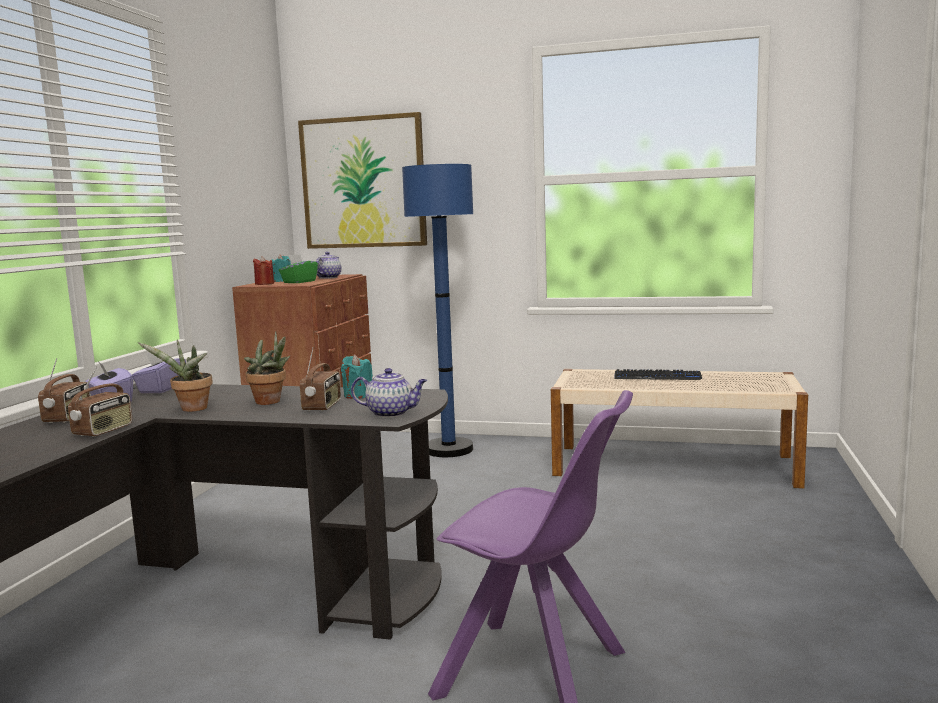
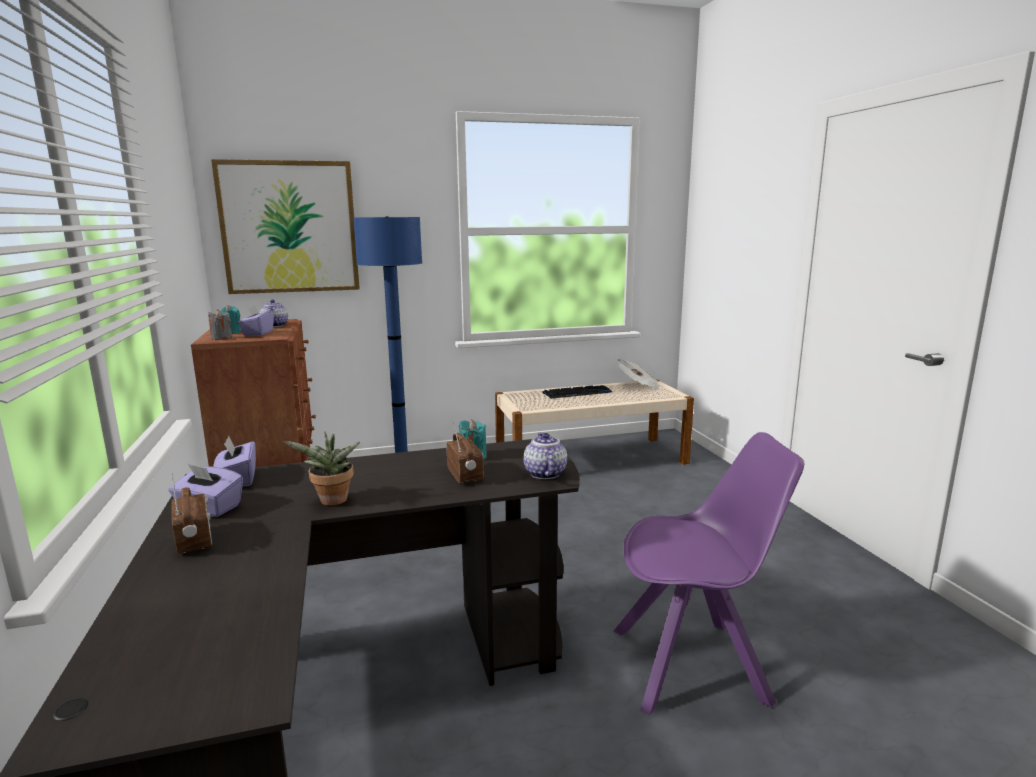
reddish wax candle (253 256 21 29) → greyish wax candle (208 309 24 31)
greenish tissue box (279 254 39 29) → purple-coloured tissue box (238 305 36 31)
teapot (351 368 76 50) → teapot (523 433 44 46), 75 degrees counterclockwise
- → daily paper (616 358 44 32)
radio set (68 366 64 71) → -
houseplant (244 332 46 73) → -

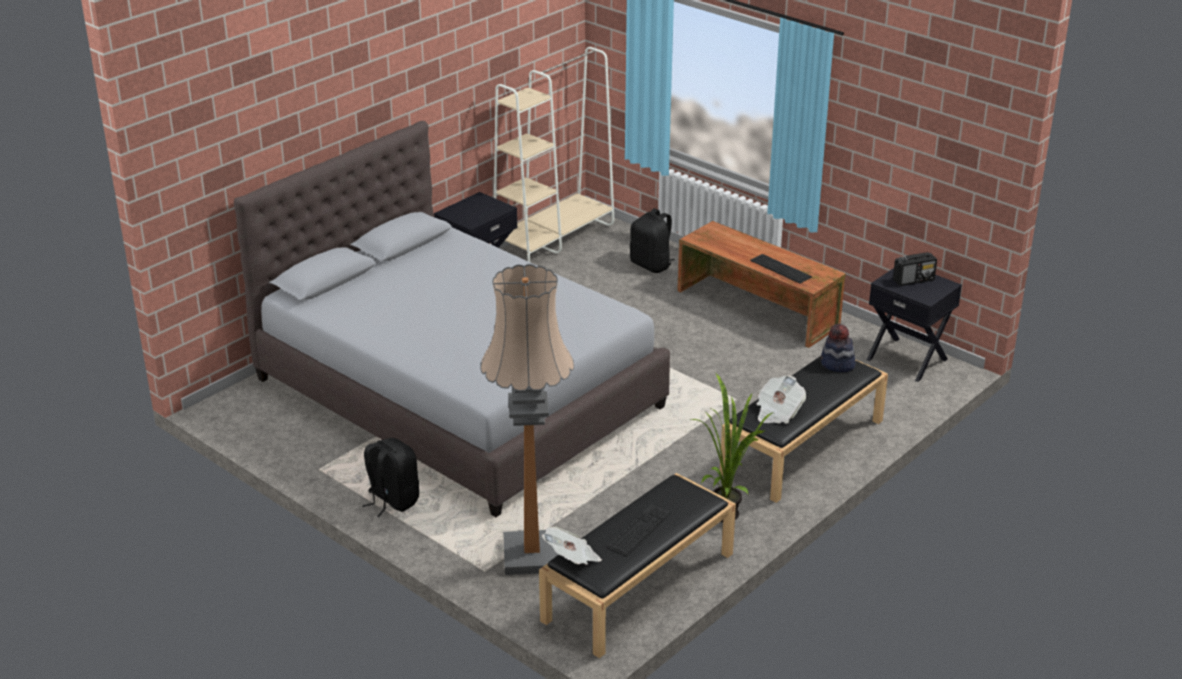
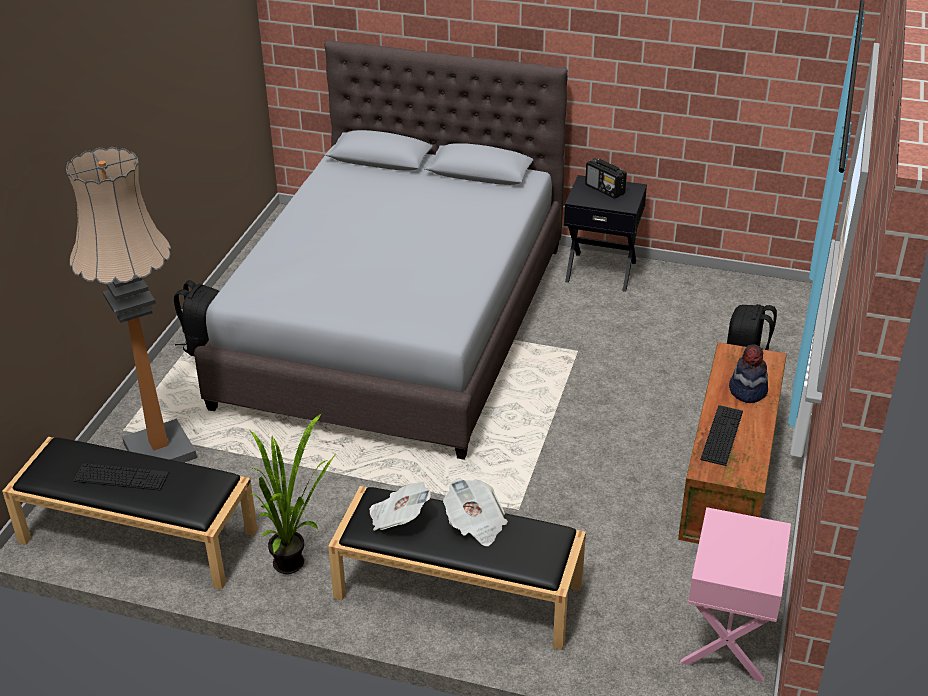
daily paper (542 526 60 39) → daily paper (443 478 65 68), moved
radio set (893 252 44 34) → radio set (585 158 42 41), moved
black nightstand (867 268 95 114) → pink-coloured nightstand (680 507 111 175)
wearable hat (821 324 34 48) → wearable hat (729 345 39 58), moved
beige garment rack (494 47 120 215) → -

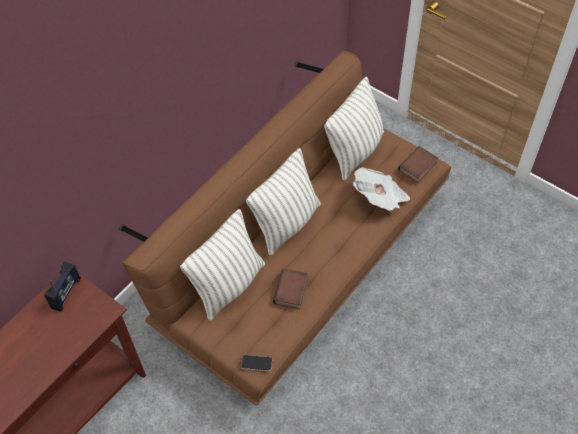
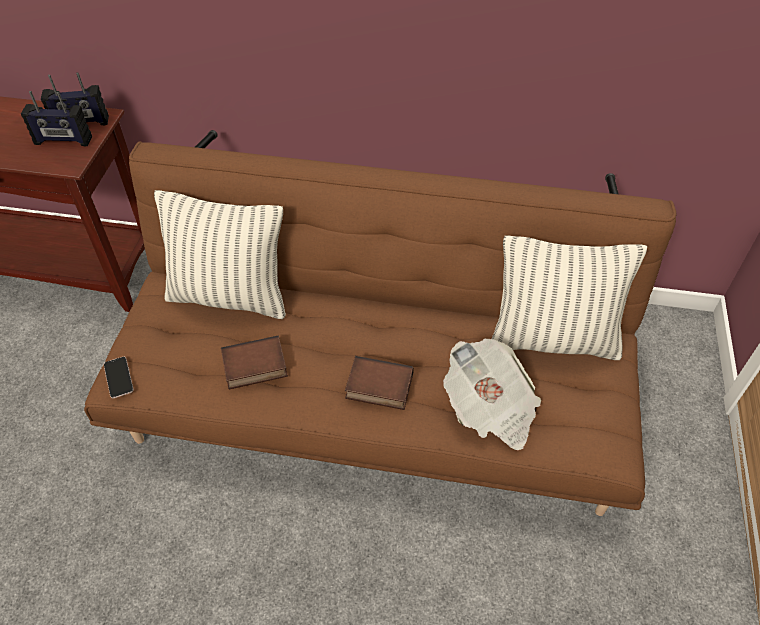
- → radio set (21 91 71 55)
bound book (398 146 40 37) → bound book (345 356 69 54), moved
cushion (246 149 75 107) → -

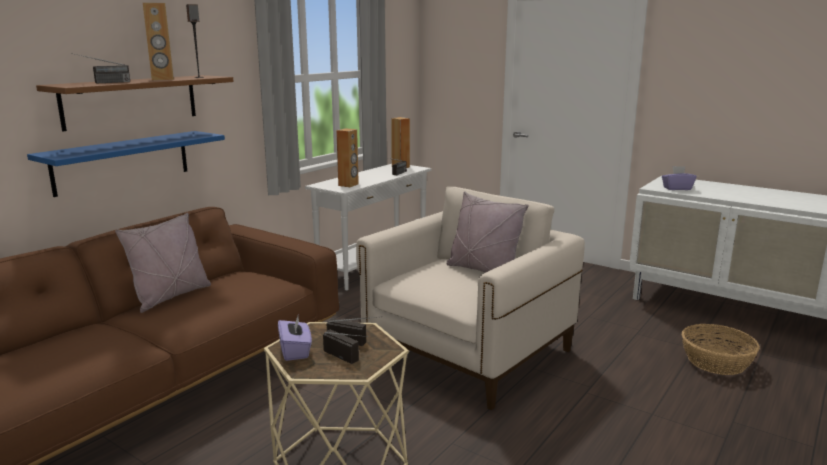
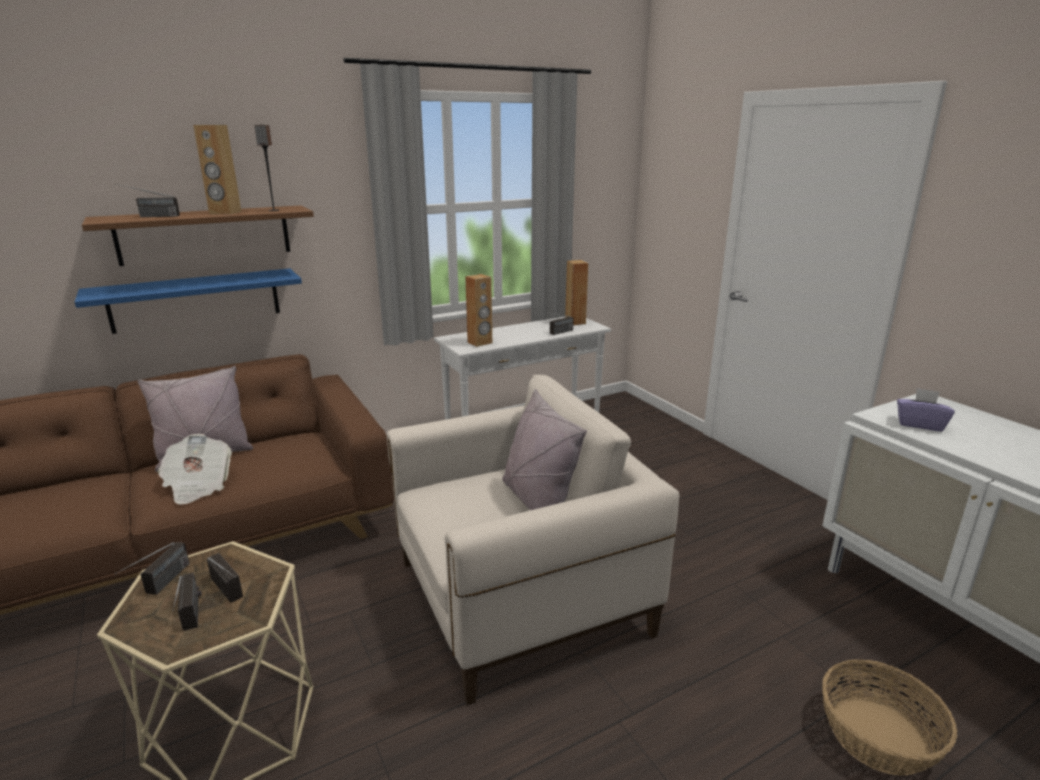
purple-coloured tissue box (278 313 34 48) → radio set (115 542 74 53)
- → daily paper (158 434 74 71)

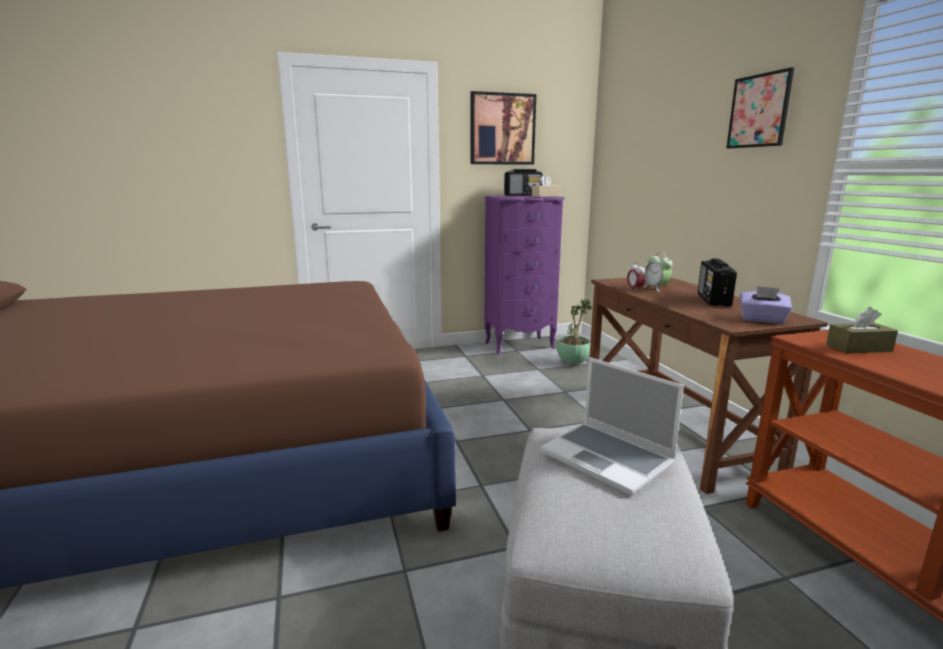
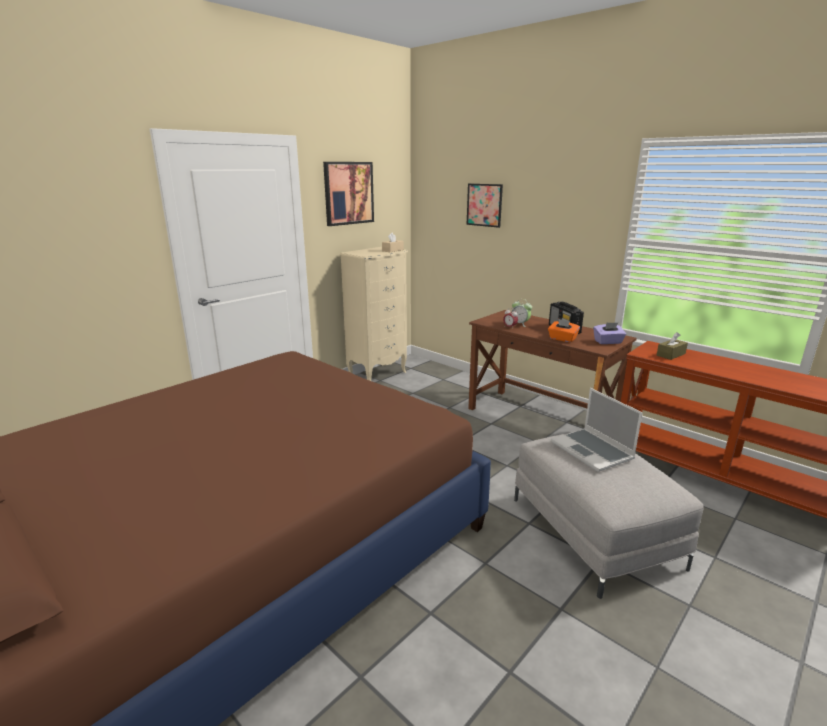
purple-coloured dresser (484 196 81 159) → beige dresser (339 247 69 134)
picture (727 67 67 82) → picture (467 184 36 44), moved
- → orange tissue box (548 319 32 24)
notebook computer (540 357 144 138) → notebook computer (551 388 92 84), 45 degrees clockwise
radio set (504 169 38 27) → -
houseplant (557 299 35 65) → -

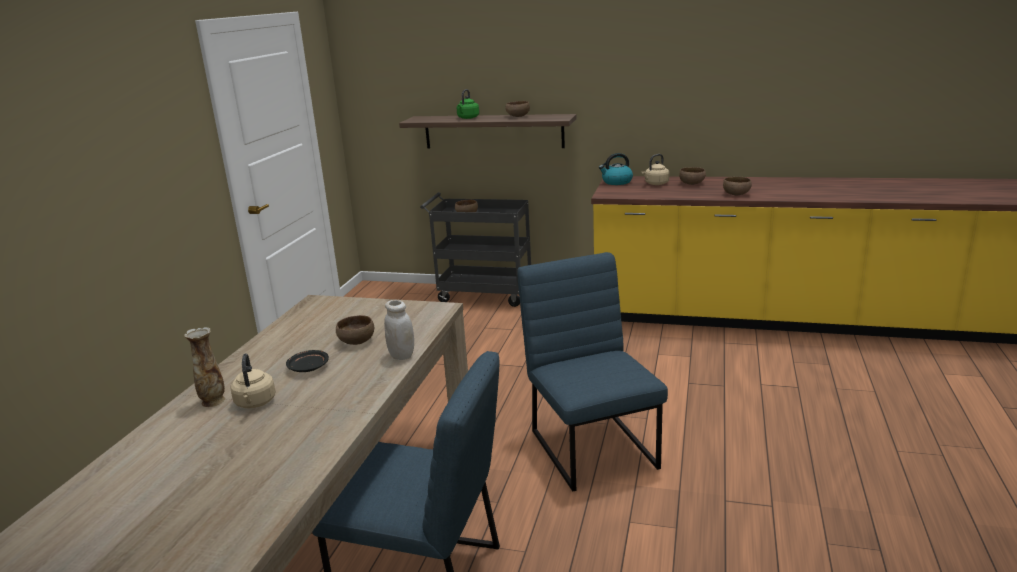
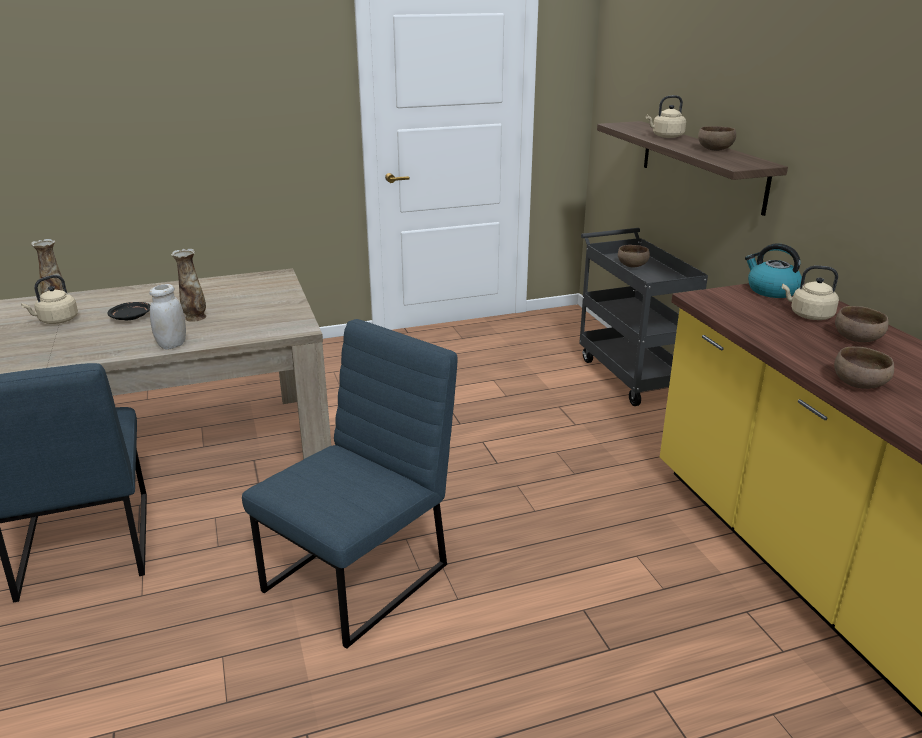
brown-coloured deep dish (336 315 38 30) → vase (171 249 35 73)
greenish water kettle (457 89 22 30) → beige water kettle (646 95 40 43)

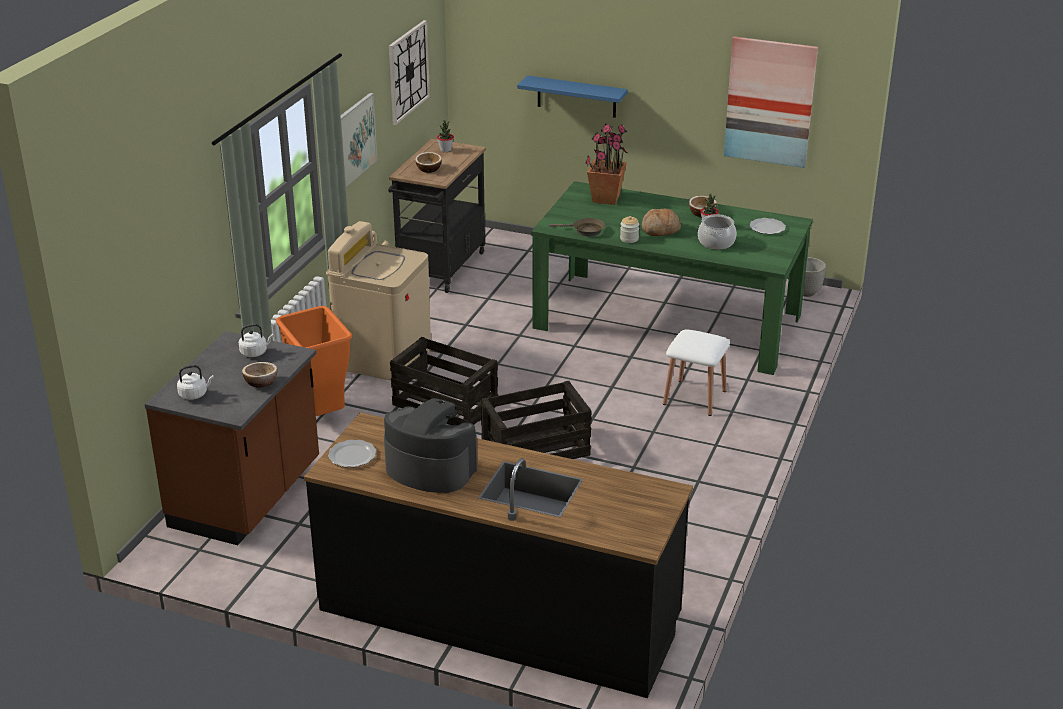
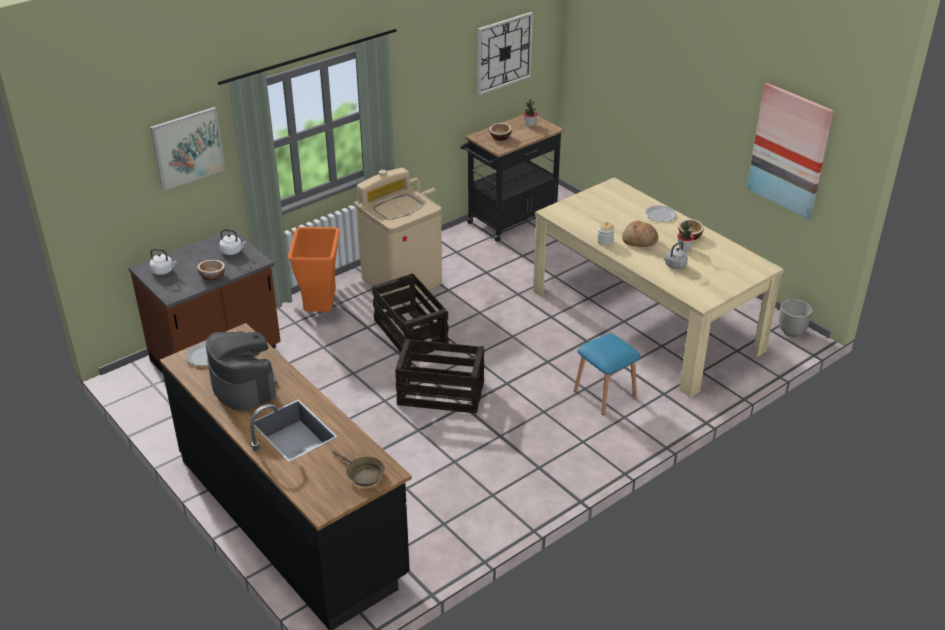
picture (340 93 37 94) → picture (150 107 75 84), moved
brown-coloured pan (549 218 56 18) → brown-coloured pan (333 450 52 36), moved
greenish dining table (531 181 282 194) → beige dining table (533 177 251 220)
white stool (663 330 67 86) → blue-coloured stool (574 334 67 81)
dinner plate (749 218 37 16) → dinner plate (645 205 32 17), moved
cooking pot (698 214 39 35) → greyish water kettle (664 242 24 27)
blue-coloured bracket shelf (517 75 111 43) → -
houseplant (586 123 41 82) → -

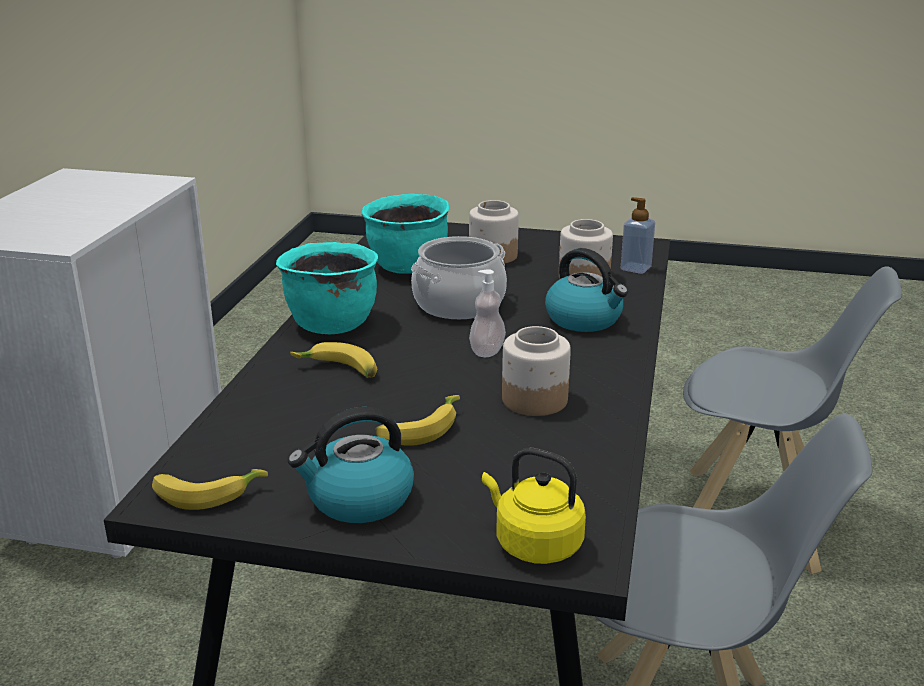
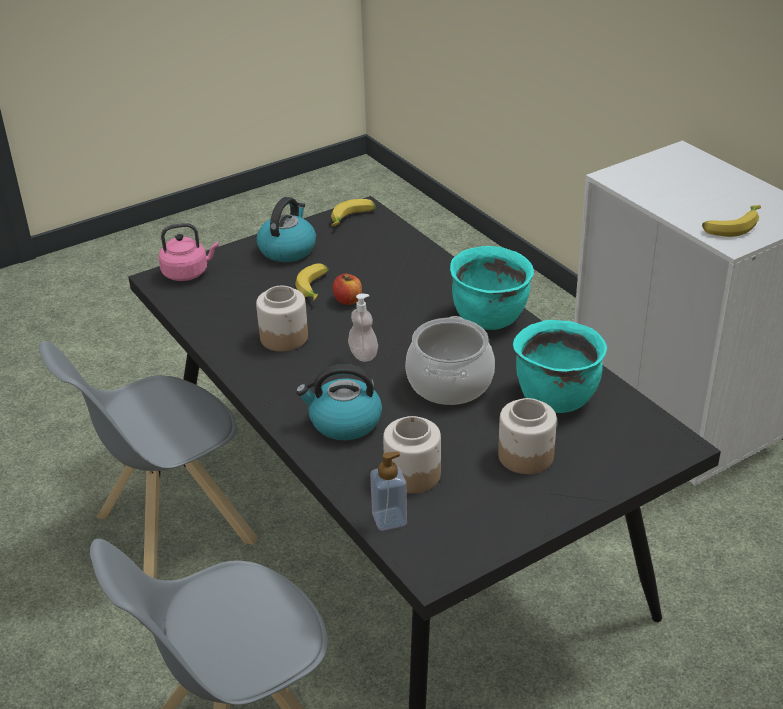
yellow water kettle (482 447 104 117) → pink-coloured water kettle (159 223 60 58)
- → whole apple (333 274 29 31)
banana fruit (290 342 87 36) → banana fruit (702 205 59 32), moved

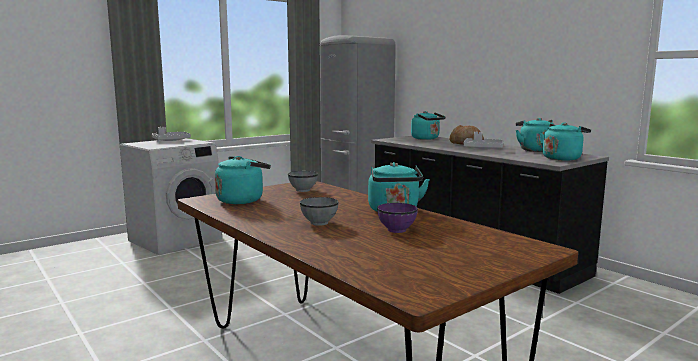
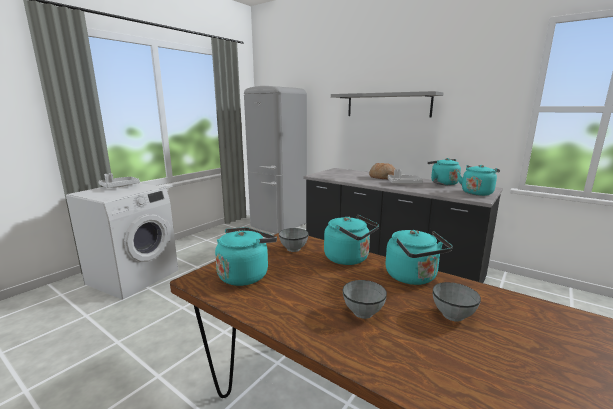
turquoise-coloured water kettle (411 111 35 29) → turquoise-coloured water kettle (324 215 55 50), moved
- → greyish bracket shelf (331 91 113 27)
purple-coloured deep dish (377 203 41 30) → greyish deep dish (433 282 48 40)

